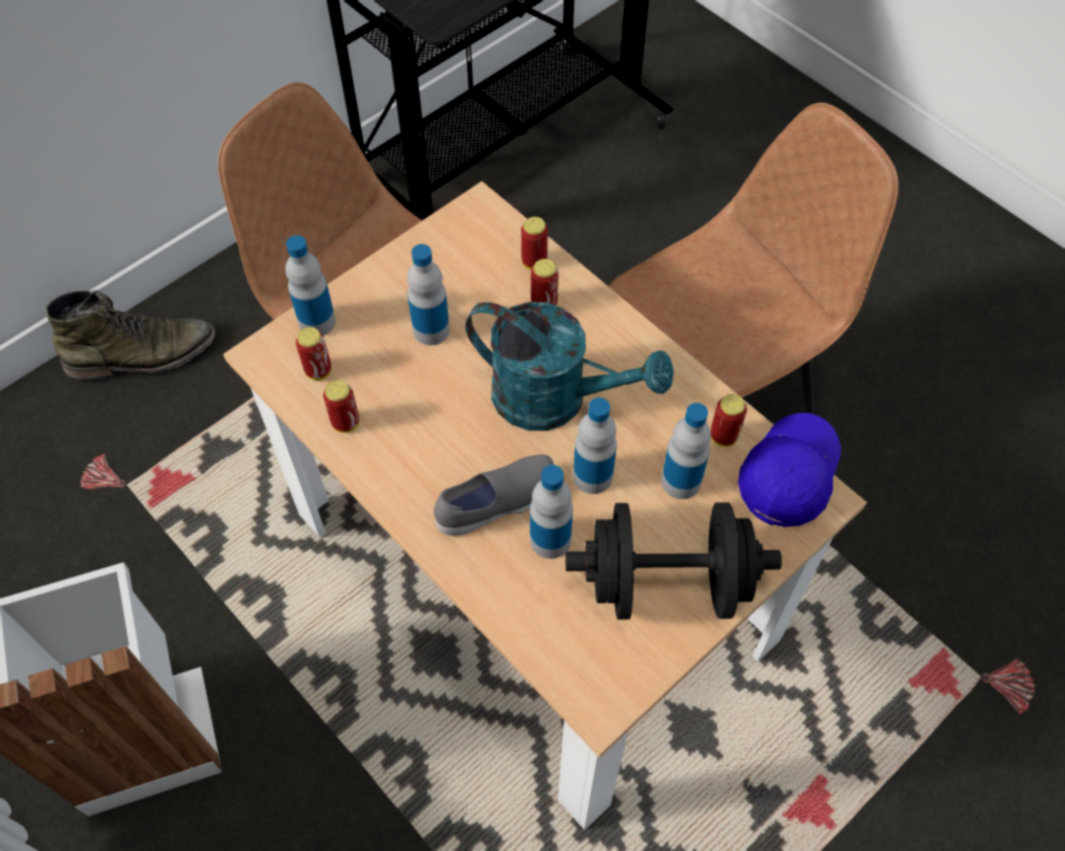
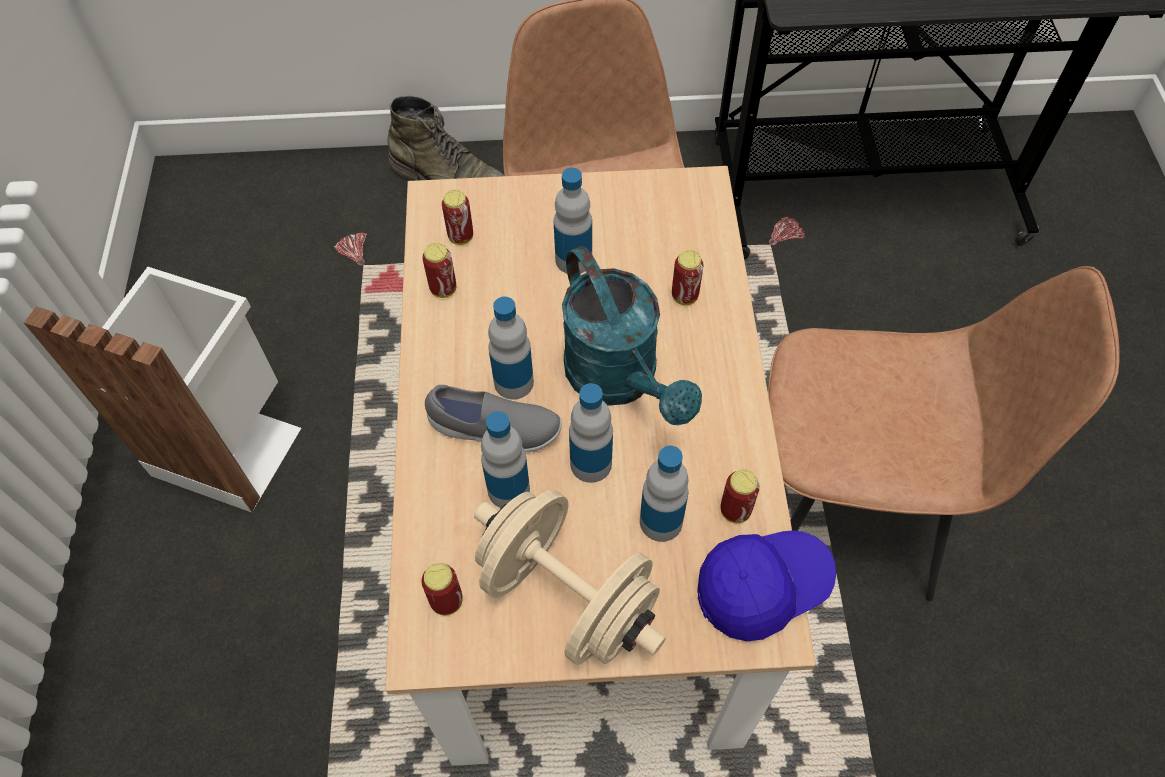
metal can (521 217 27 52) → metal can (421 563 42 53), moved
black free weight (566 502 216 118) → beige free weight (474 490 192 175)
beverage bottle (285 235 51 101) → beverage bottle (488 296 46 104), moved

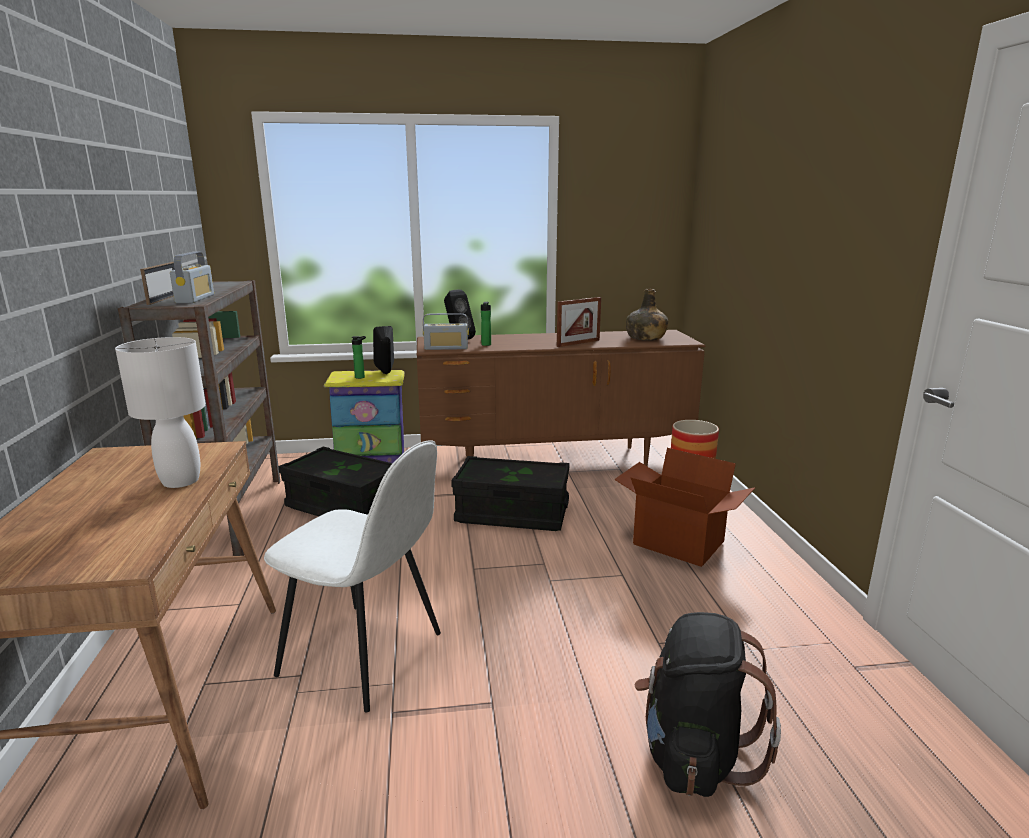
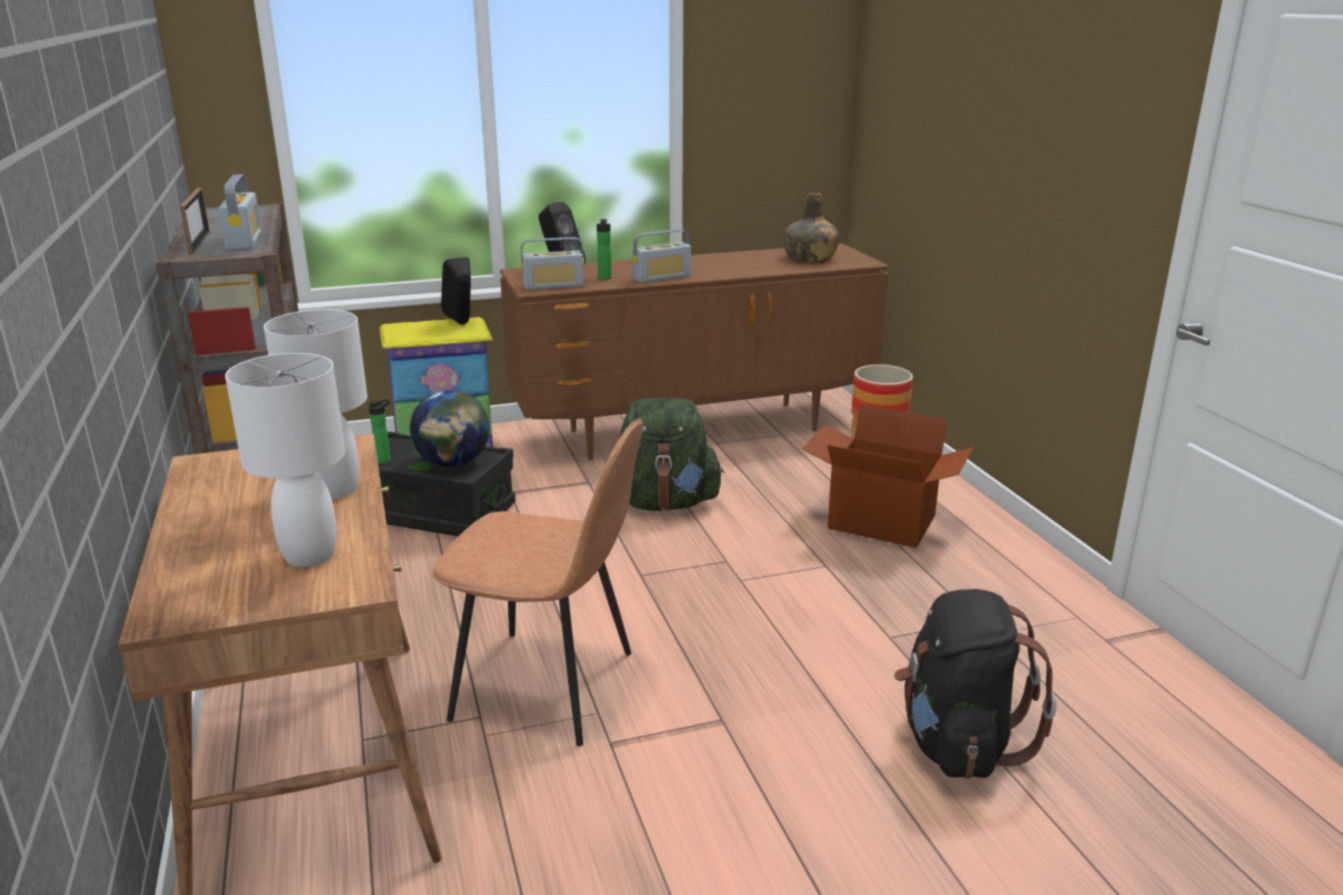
- → white table lamp (225 353 120 214)
beverage bottle (351 336 15 43) → beverage bottle (368 399 23 65), moved
- → desk globe (410 390 79 77)
white plain chair (264 440 177 273) → brown-coloured plain chair (433 419 210 327)
black storage box (451 456 118 75) → greenish knapsack (609 398 115 113)
- → radio set (632 229 59 54)
photo frame (557 297 44 50) → -

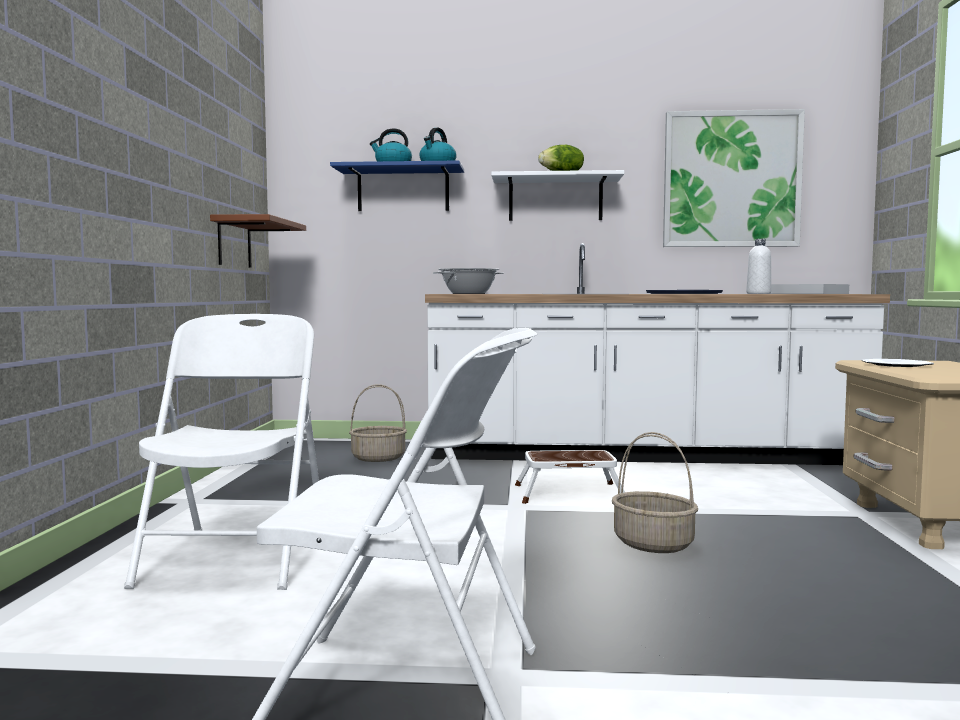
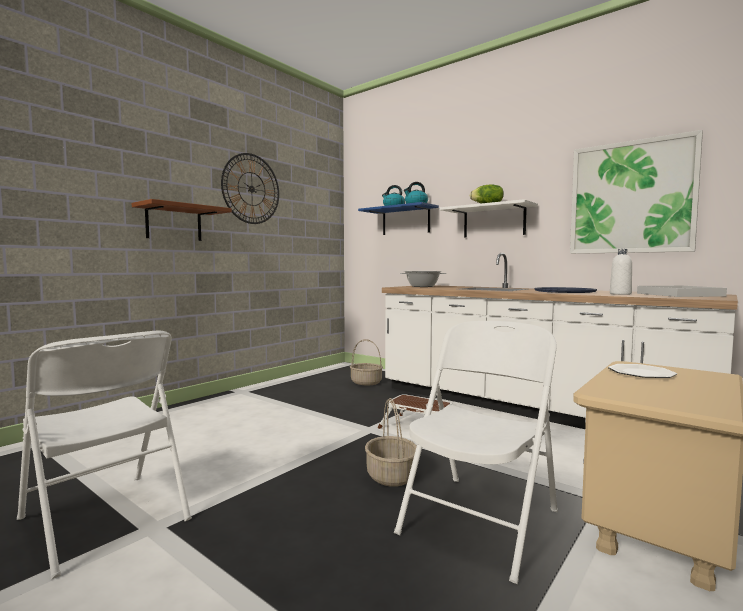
brown-coloured bracket shelf (210 214 96 54) → brown-coloured bracket shelf (132 199 100 42), moved
- → wall clock (221 153 58 71)
white plain chair (124 314 195 276) → white plain chair (394 321 164 263), moved

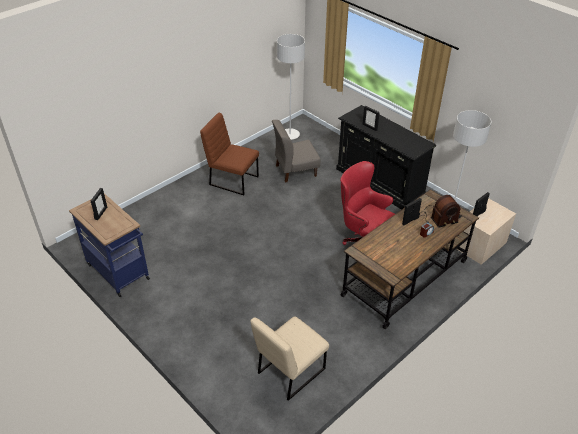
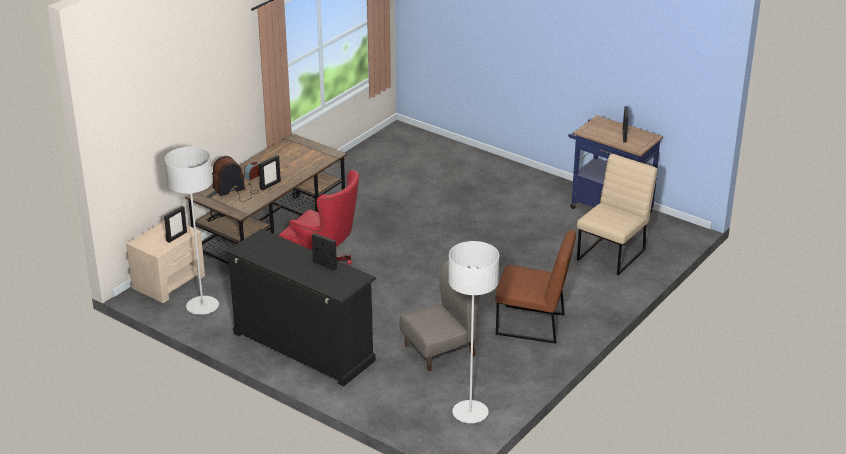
beige plain chair (250 316 79 85) → beige plain chair (577 154 80 121), moved

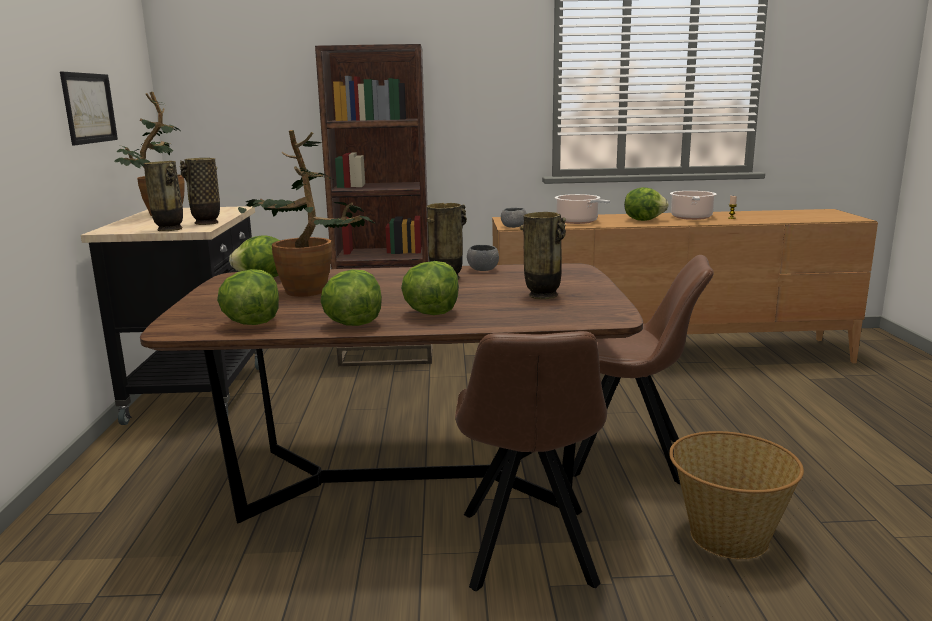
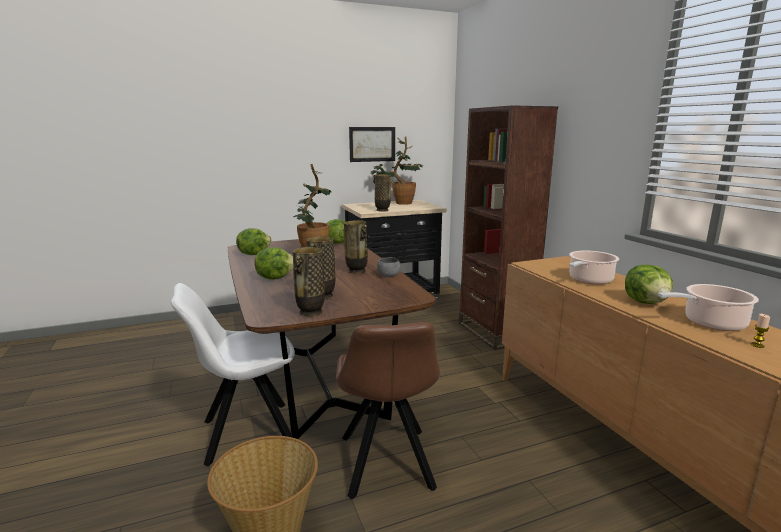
brown-coloured plain chair (455 331 152 260) → white plain chair (171 283 124 183)
vase (143 161 40 70) → vase (293 247 32 69), moved
lettuce (320 269 62 57) → -
greyish deep dish (501 208 26 20) → -

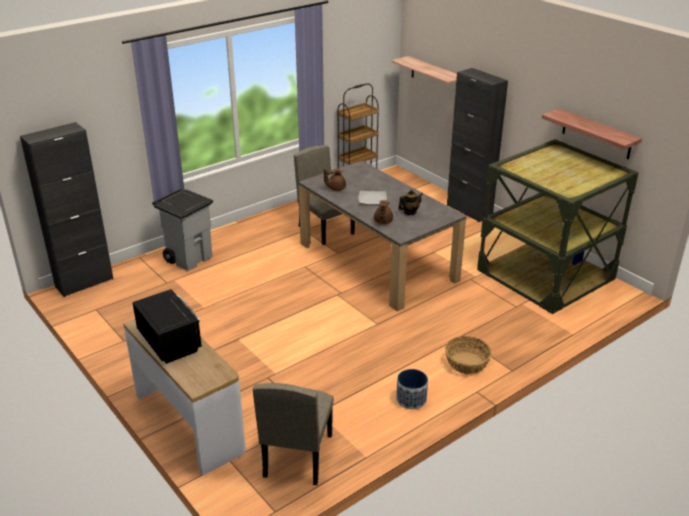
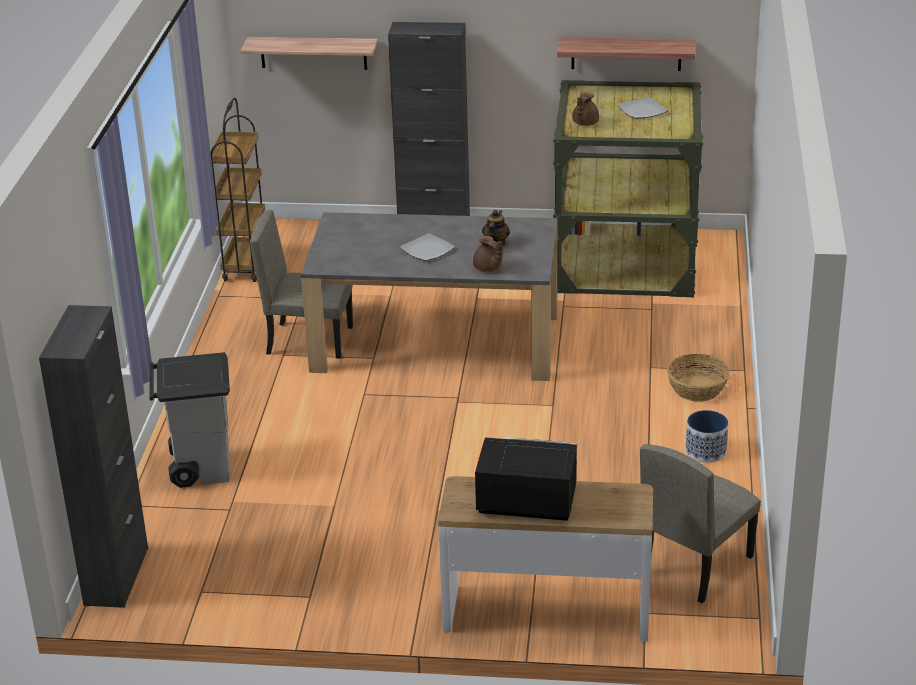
brown-coloured teapot (324 168 22 23) → brown-coloured teapot (572 92 27 34), moved
- → dinner plate (618 97 50 22)
beige plain chair (253 383 81 102) → beige plain chair (640 444 121 159), 75 degrees clockwise

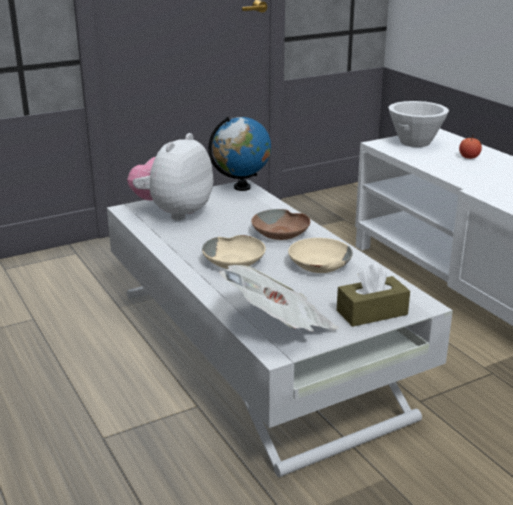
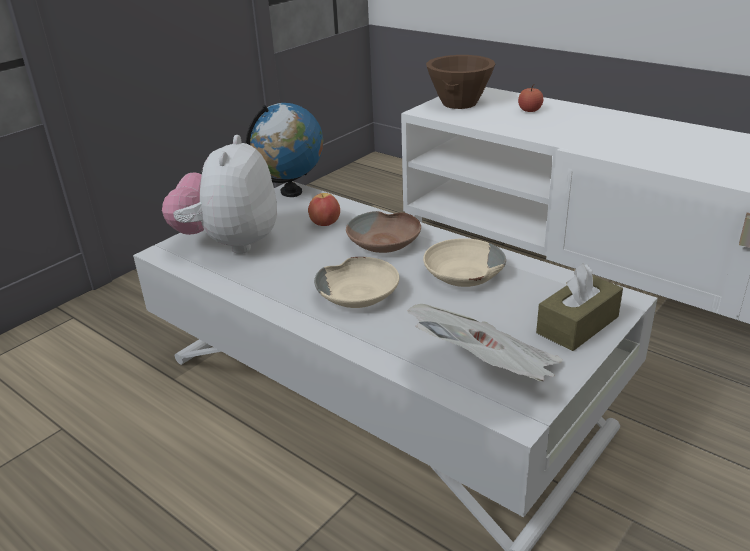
- → whole apple (308 193 32 33)
white deep dish (388 101 61 46) → brown-coloured deep dish (426 55 69 54)

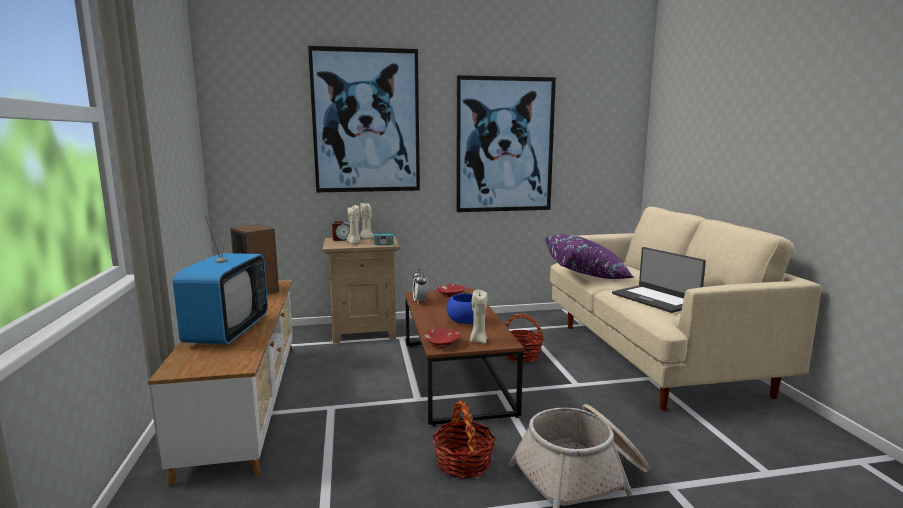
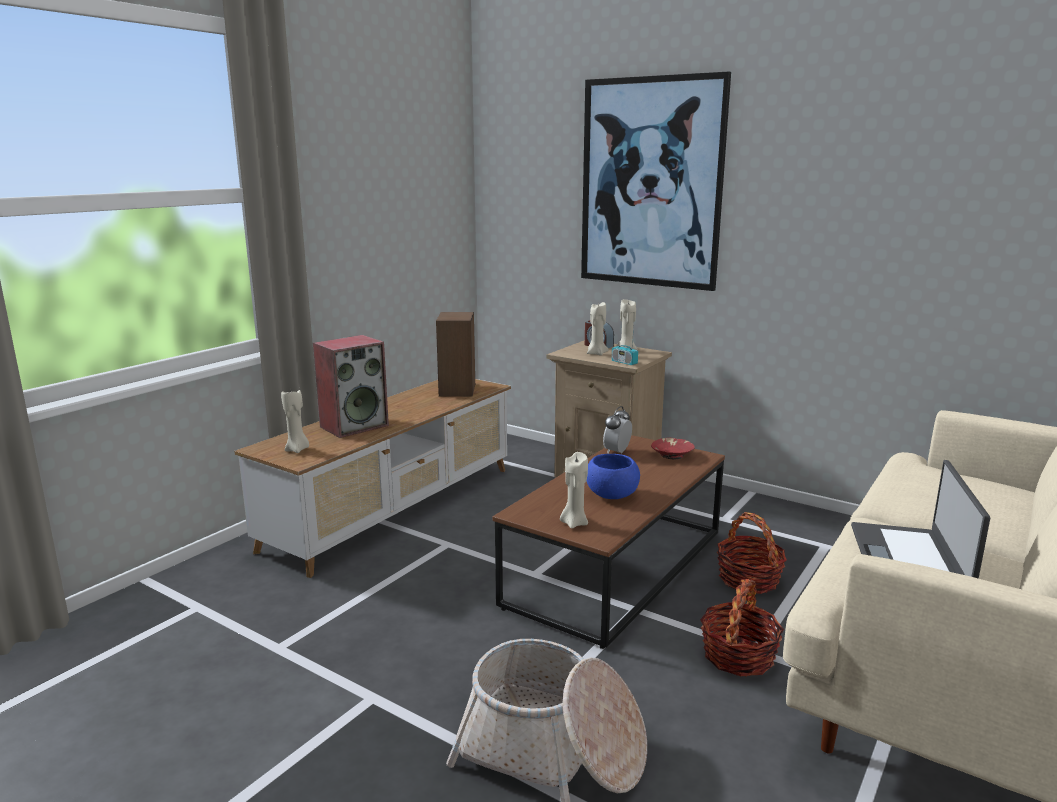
- → beige wax candle (281 390 28 63)
TV set (173 210 95 134) → audio speaker (313 335 76 103)
household basket (432 400 64 79) → household basket (700 579 84 98), moved
reddish deep dish (423 328 38 20) → -
picture (456 75 100 137) → -
purple-coloured cushion (545 234 89 45) → -

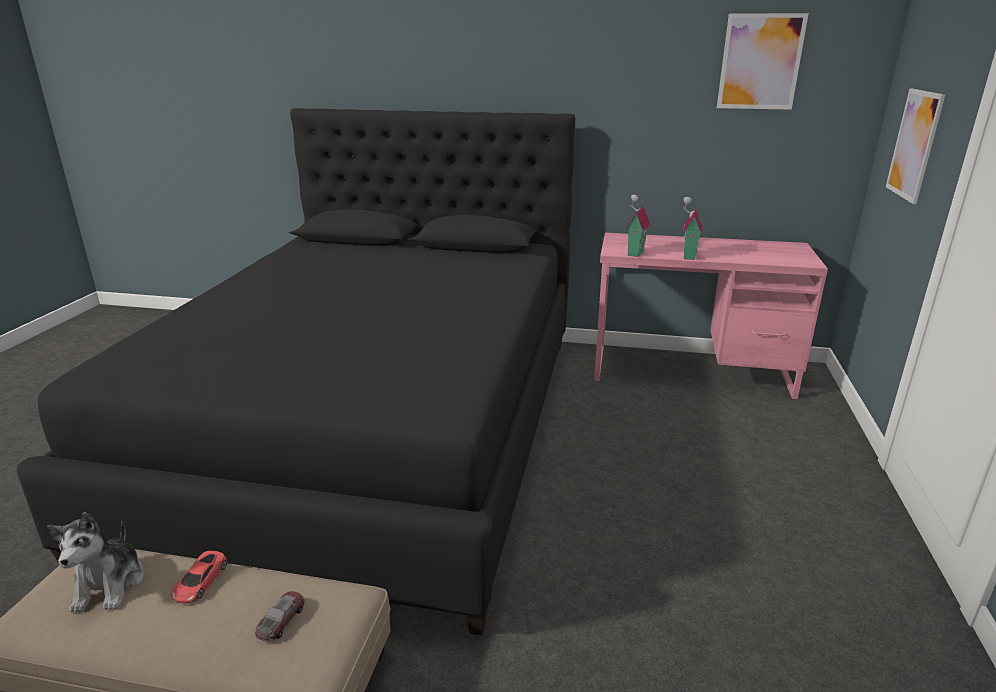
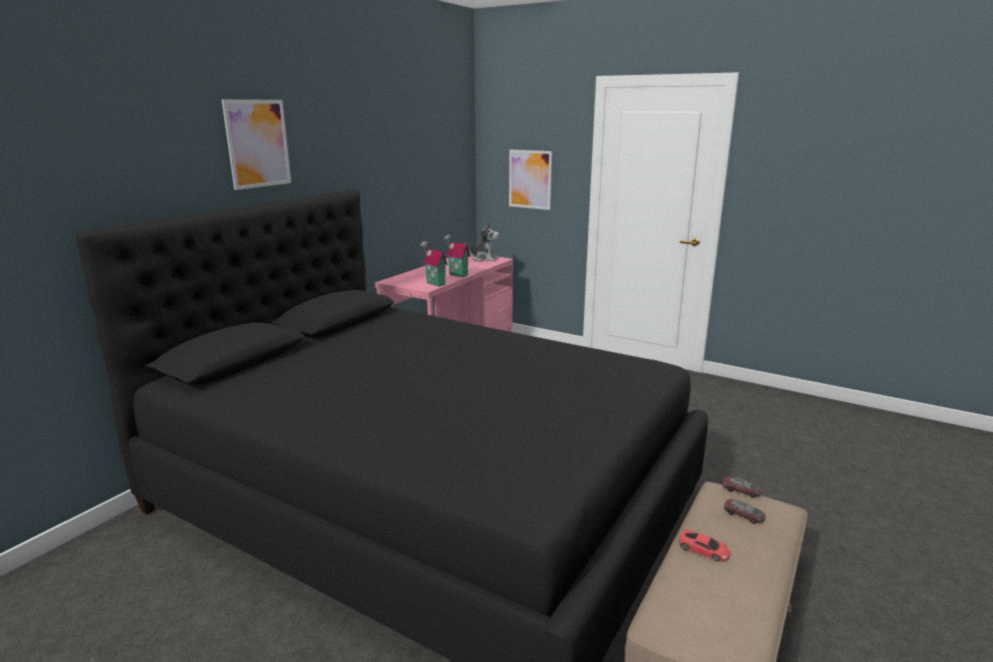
picture (717 13 92 97) → picture (222 99 69 91), moved
cuddly toy (47 512 97 101) → cuddly toy (465 222 34 40), moved
- → miniature car (723 477 39 21)

